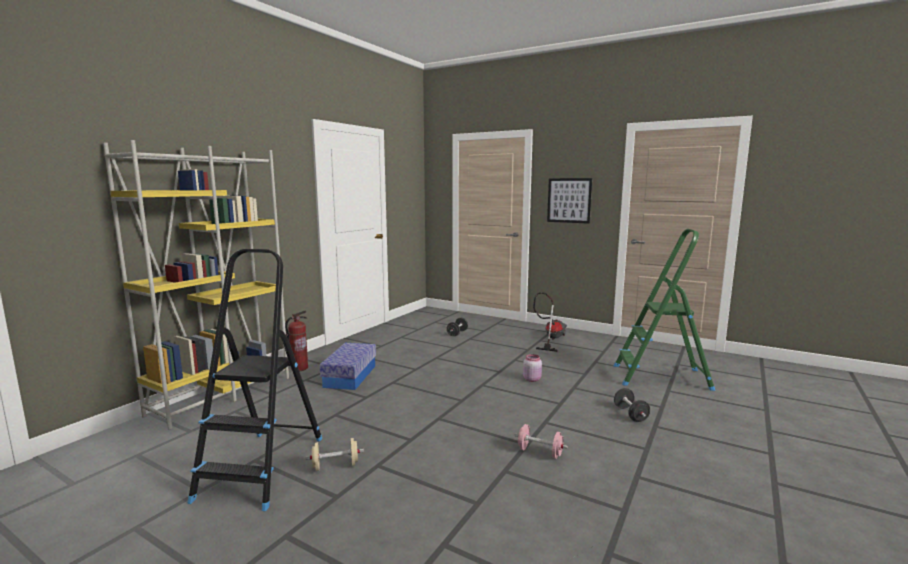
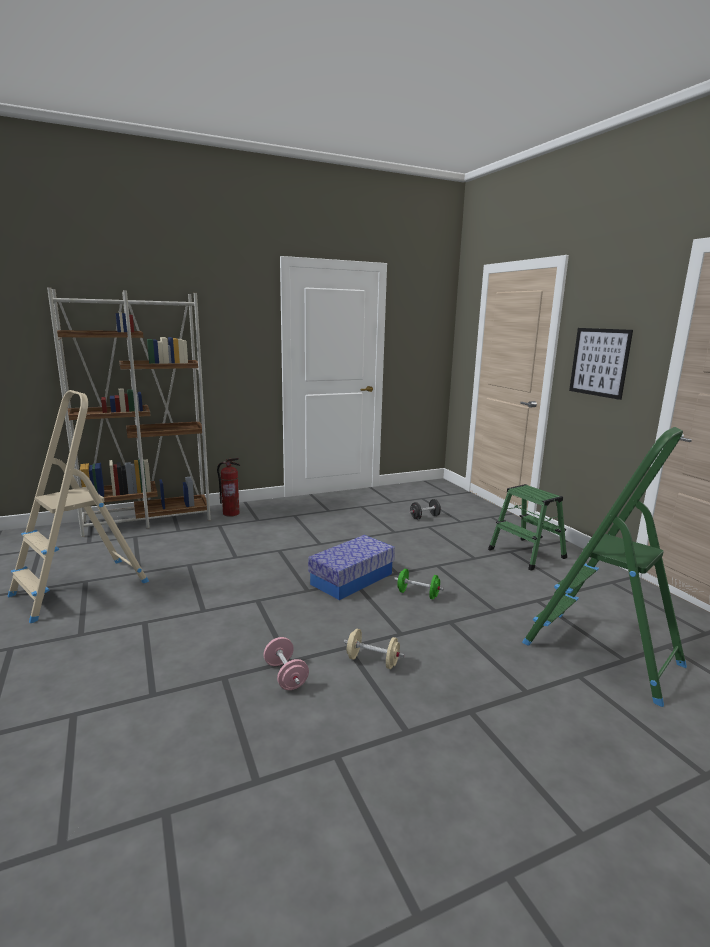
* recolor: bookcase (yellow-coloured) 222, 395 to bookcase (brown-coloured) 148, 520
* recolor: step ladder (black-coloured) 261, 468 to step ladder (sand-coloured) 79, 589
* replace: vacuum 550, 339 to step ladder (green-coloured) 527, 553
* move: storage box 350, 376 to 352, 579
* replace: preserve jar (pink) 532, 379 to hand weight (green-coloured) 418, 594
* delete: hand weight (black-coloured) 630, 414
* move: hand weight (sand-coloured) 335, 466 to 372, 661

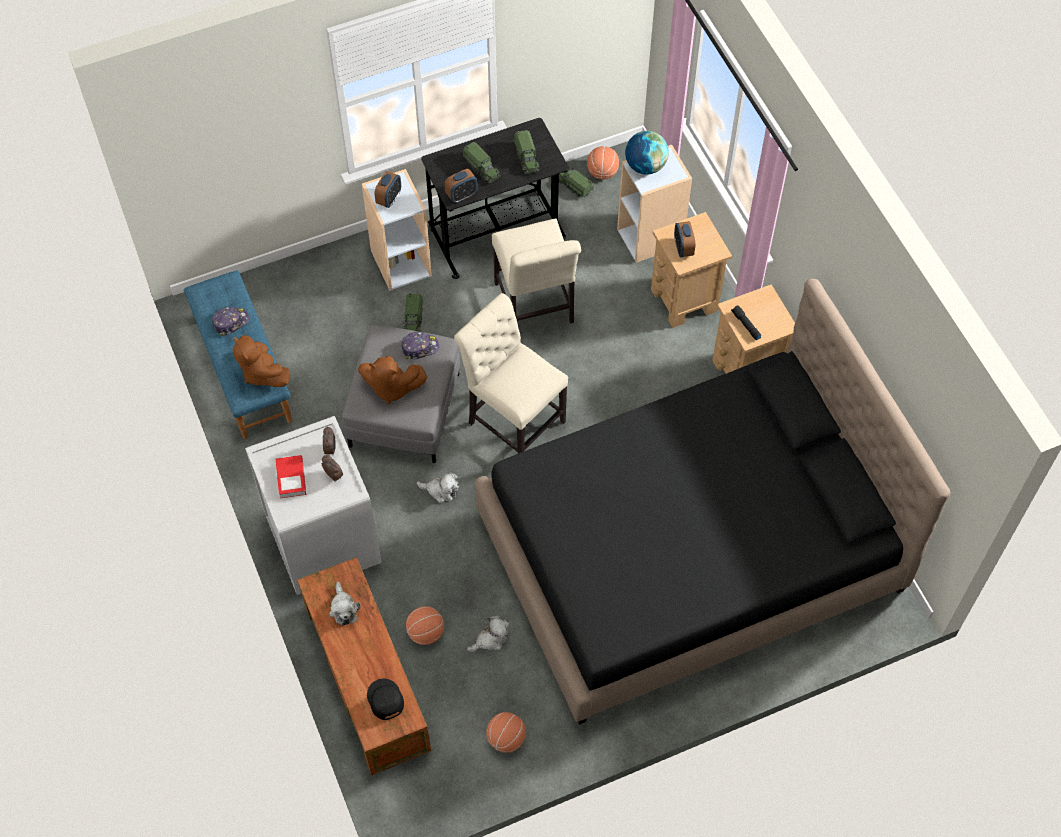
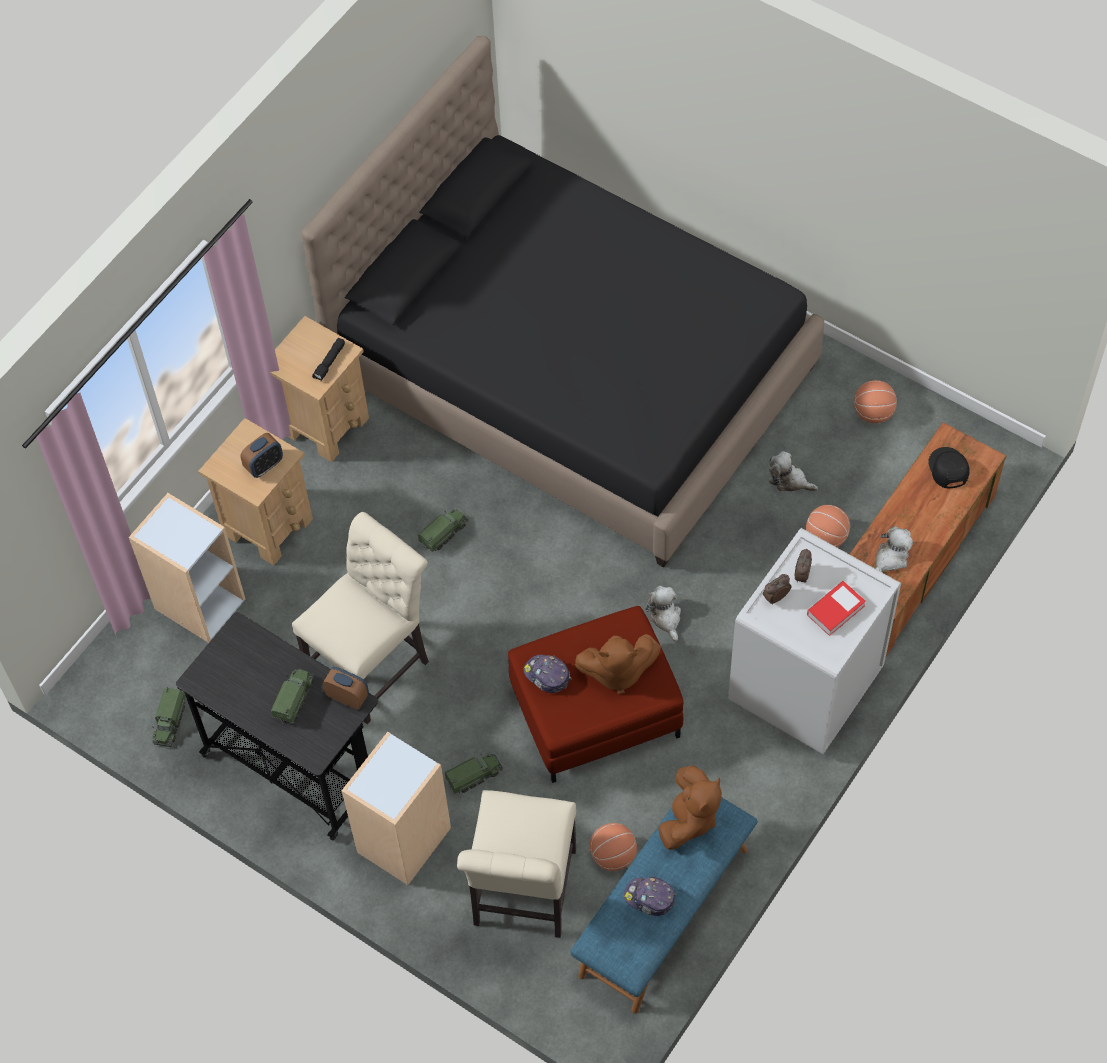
* move: model truck 526, 158 to 444, 533
* delete: globe 645, 166
* move: basketball ball 602, 172 to 612, 855
* delete: table clock 389, 199
* move: upright chair (sand-coloured) 512, 418 to 522, 895
* recolor: footrest (gray) 404, 409 to footrest (red) 595, 713
* rotate: cuddly toy (brown-coloured) 391, 388 = 616, 672 105 degrees clockwise
* rotate: cap (black-coloured) 384, 700 = 947, 468 135 degrees clockwise

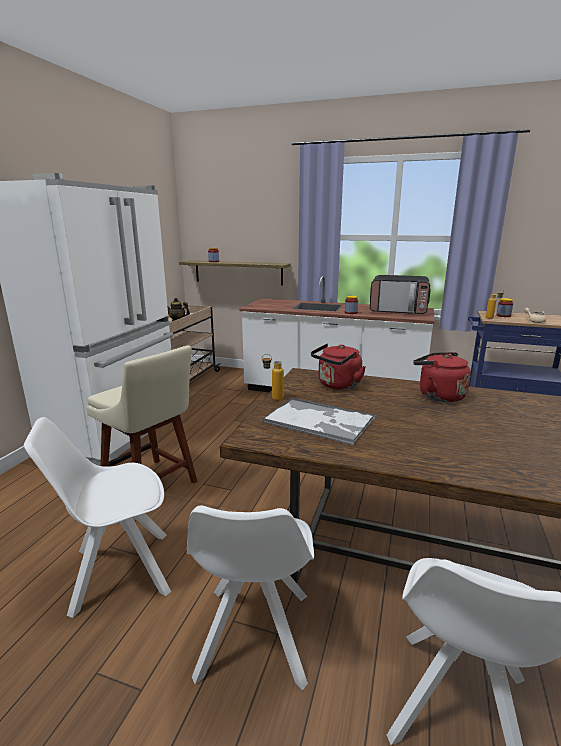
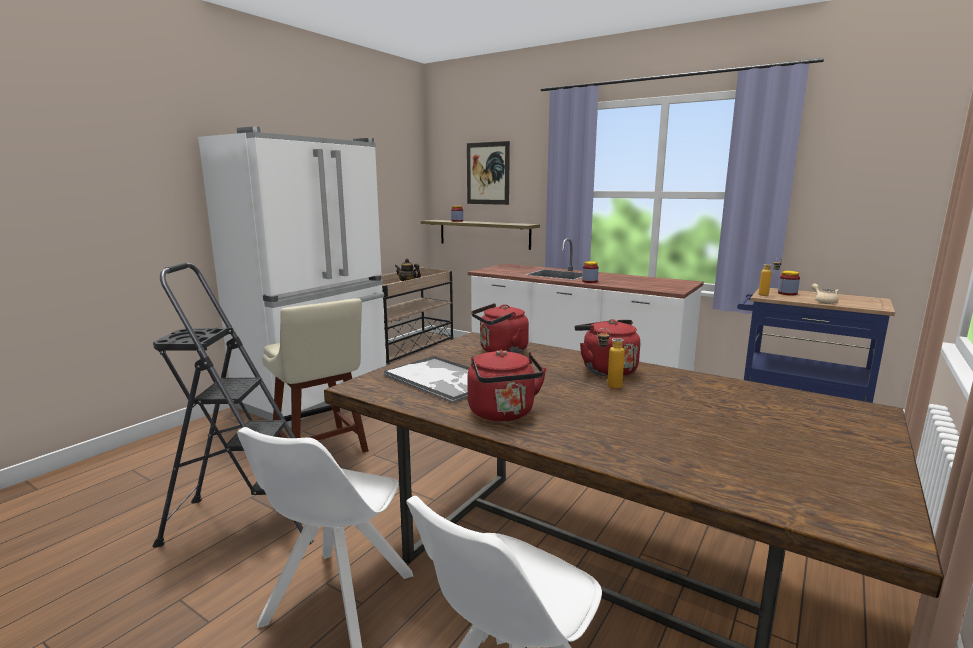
* delete: microwave 398, 310
* move: bottle 272, 398 to 608, 386
* replace: upright chair (whitish) 118, 571 to step ladder 246, 520
* insert: wall picture 487, 173
* insert: kettle (red) 503, 414

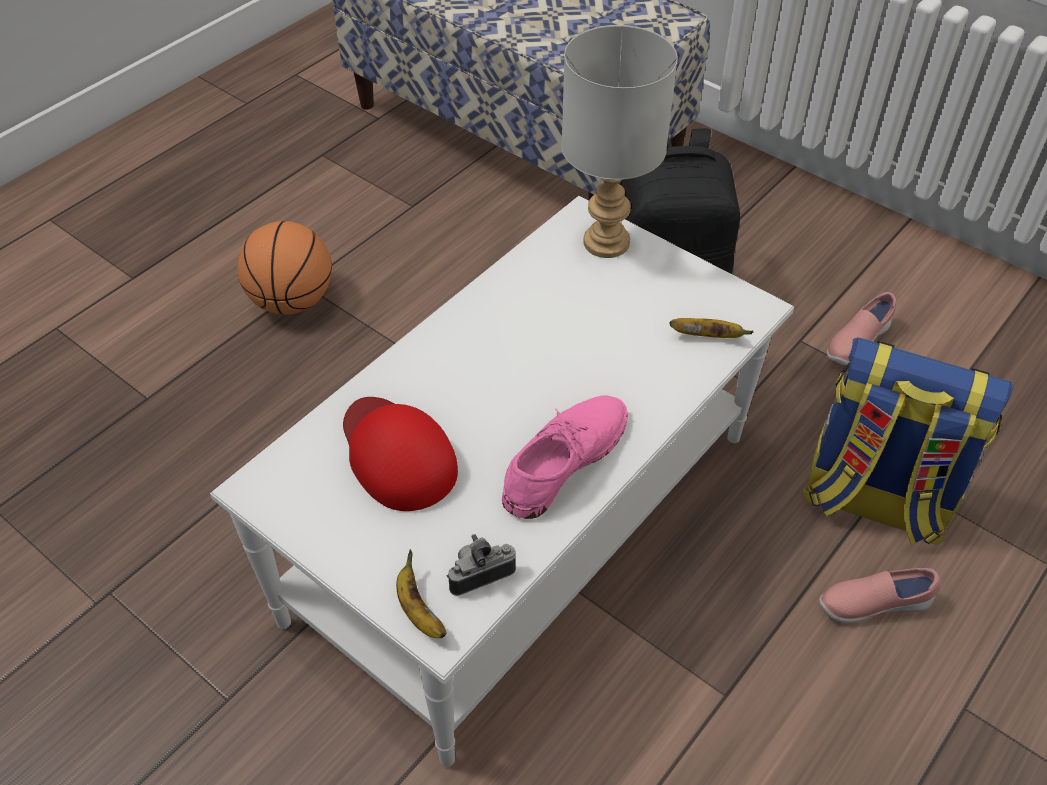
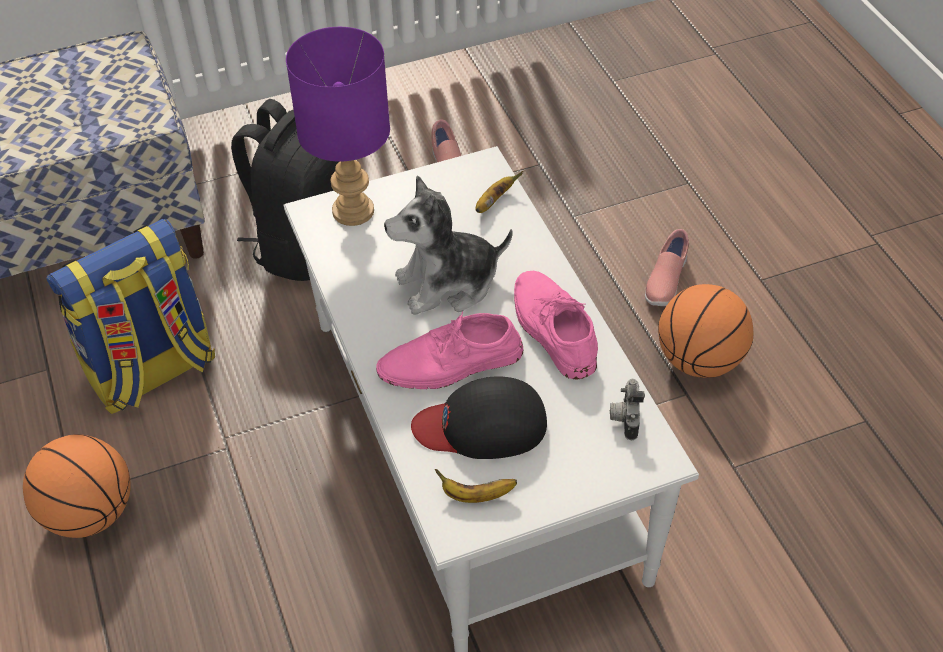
* recolor: table lamp (gray) 604, 241 to table lamp (purple-coloured) 351, 212
* move: rucksack 873, 500 to 151, 371
* recolor: cap (red) 397, 454 to cap (black-coloured) 482, 425
* move: whole banana 418, 611 to 476, 495
* insert: cuddly toy 448, 284
* insert: basketball ball 699, 360
* insert: shoe (pink) 451, 364

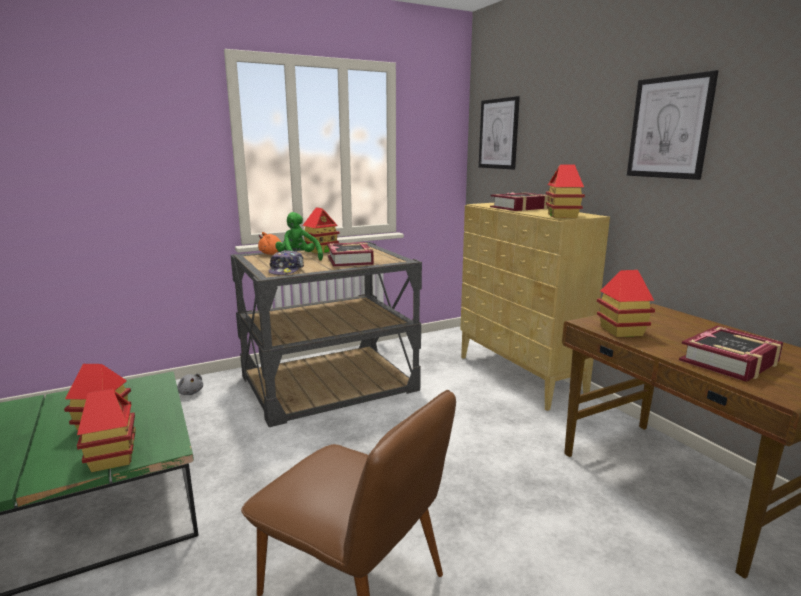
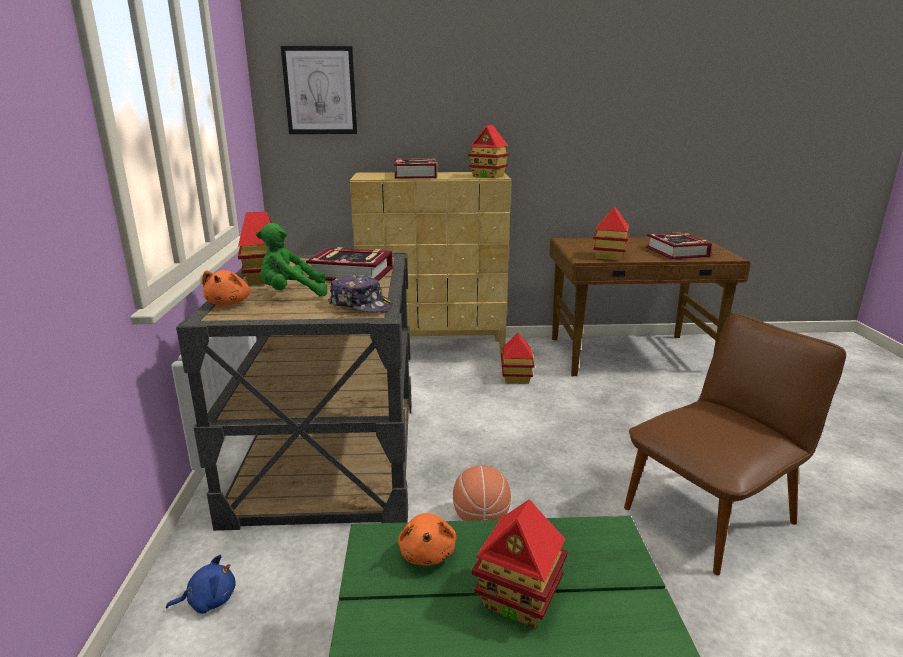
* delete: wall picture 669, 127
* recolor: cuddly toy (gray) 190, 392 to cuddly toy (blue-coloured) 209, 600
* move: miniature house 112, 458 to 516, 378
* insert: basketball ball 481, 519
* insert: cuddly toy (orange) 427, 552

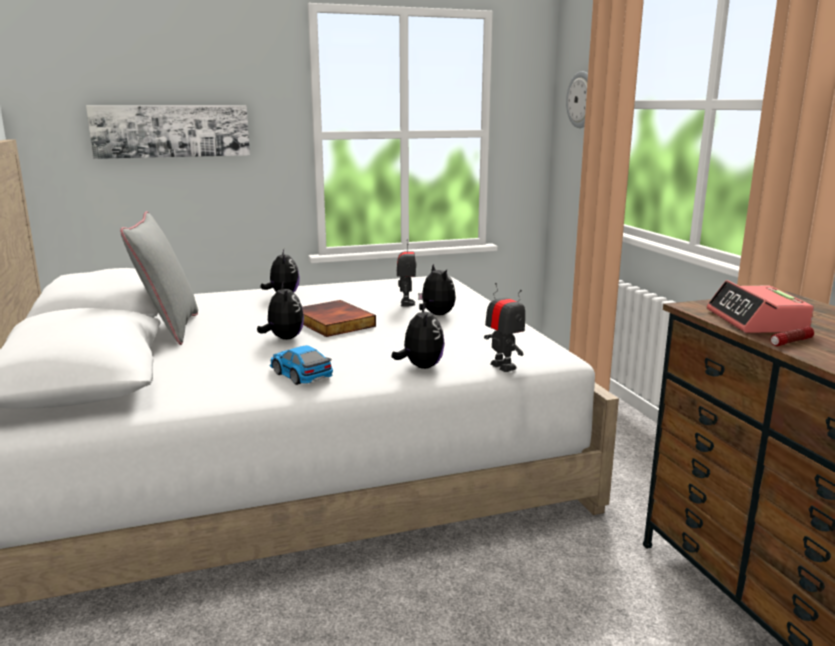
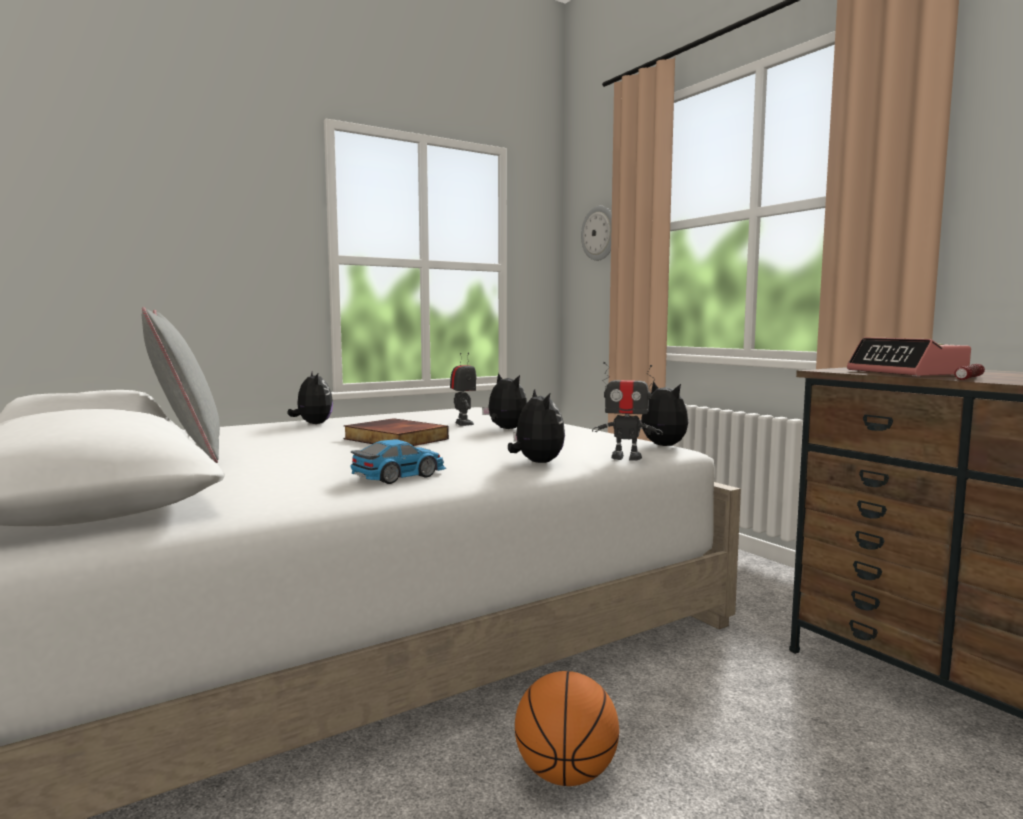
* delete: wall picture 171, 131
* move: cuddly toy 283, 338 to 661, 446
* rotate: model robot 503, 366 = 626, 457 150 degrees clockwise
* rotate: model car 300, 374 = 399, 476 105 degrees clockwise
* insert: basketball ball 566, 774

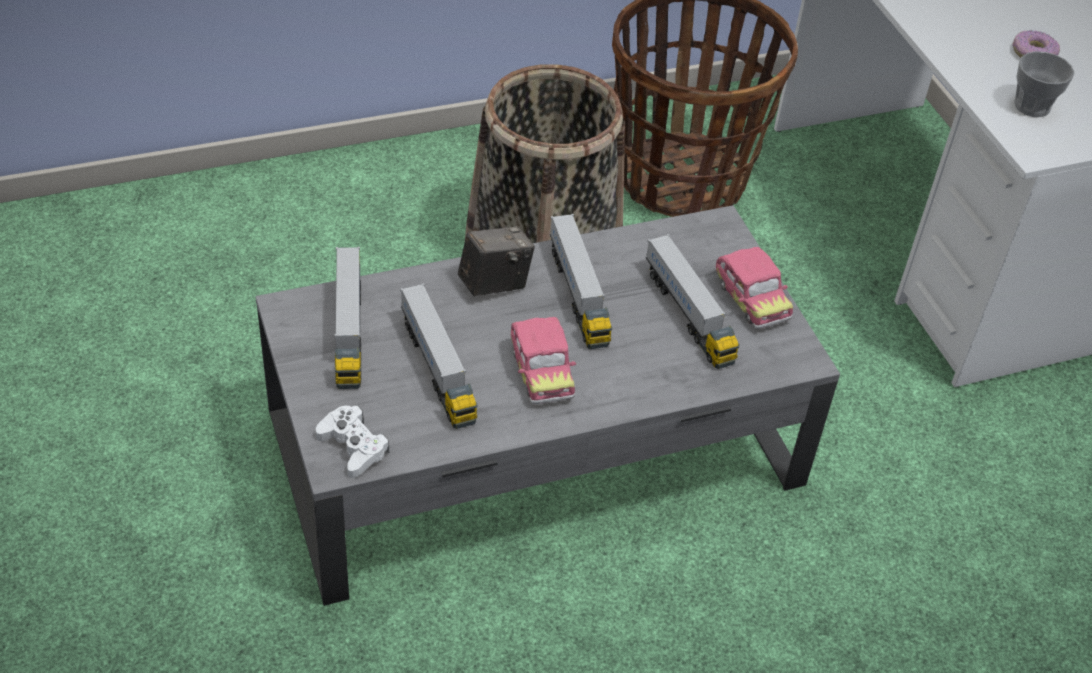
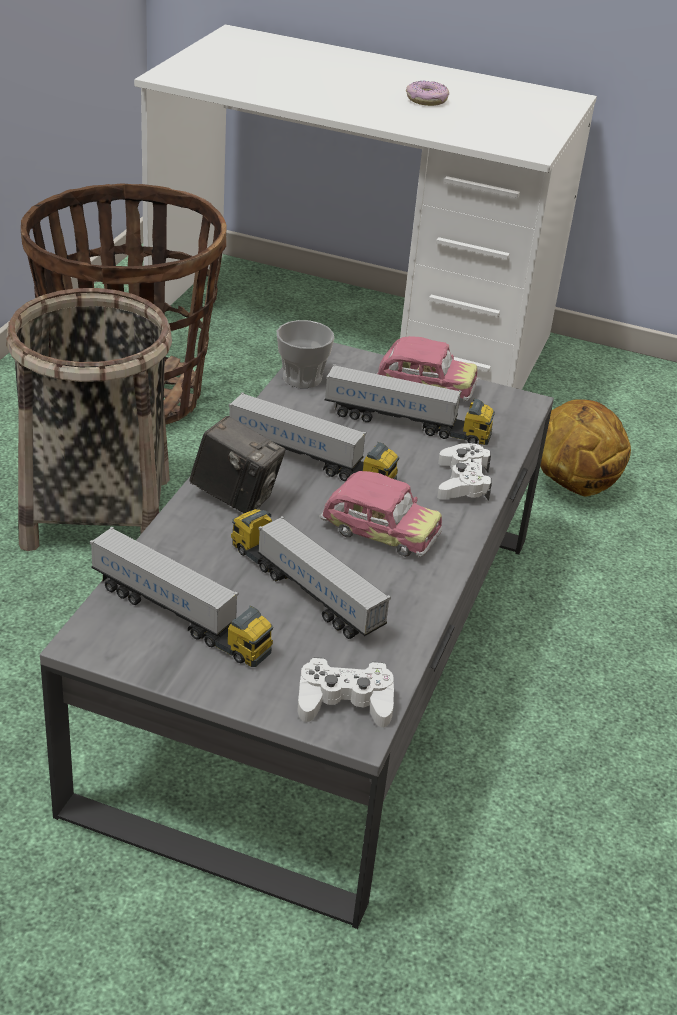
* move: drinking cup 1032, 106 to 302, 378
* rotate: photo camera 494, 283 = 236, 497 105 degrees clockwise
* rotate: model truck 437, 369 = 304, 590 150 degrees counterclockwise
* insert: basketball ball 571, 484
* insert: game controller (whitish) 463, 482

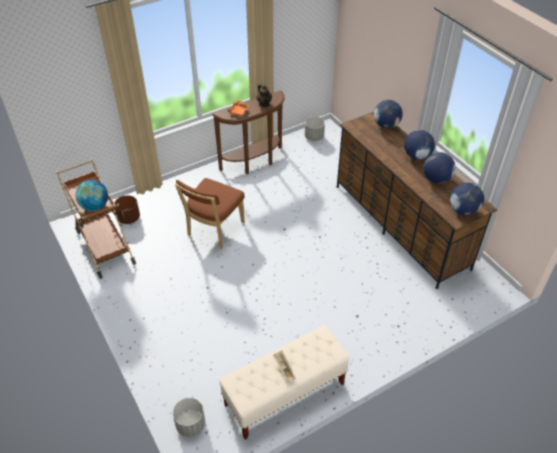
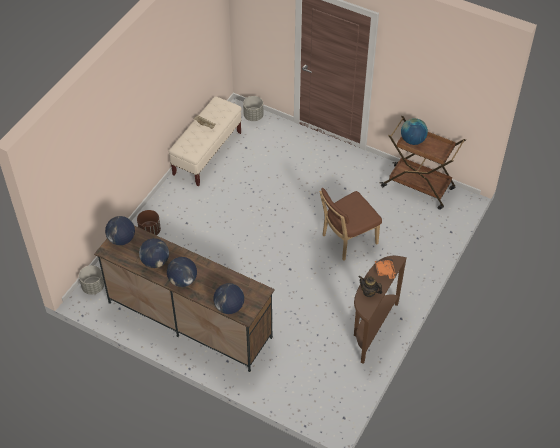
* move: plant pot (gray) 314, 137 to 93, 287
* rotate: upright chair (brown-coloured) 214, 230 = 347, 240 120 degrees counterclockwise
* move: plant pot (brown-coloured) 129, 218 to 150, 231

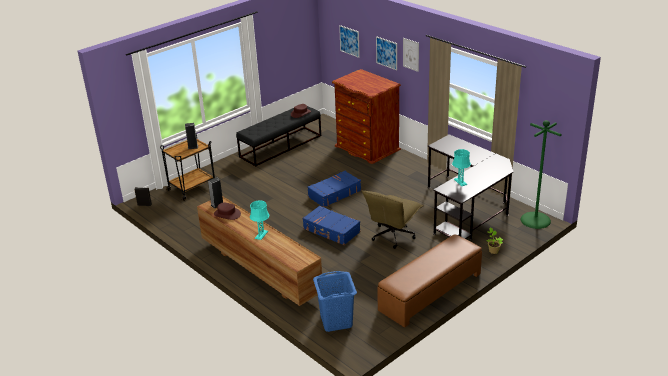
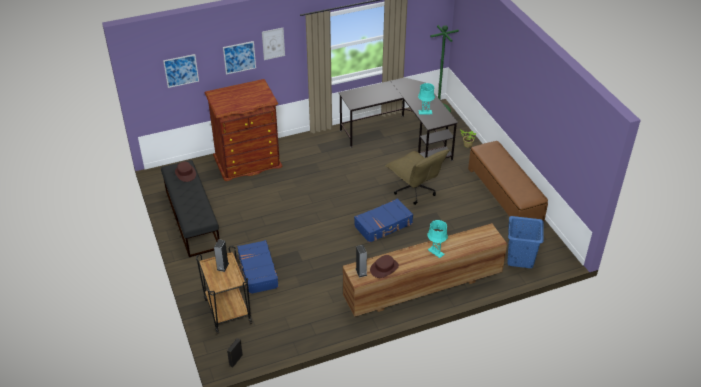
* move: suitcase (blue-coloured) 334, 194 to 257, 272

